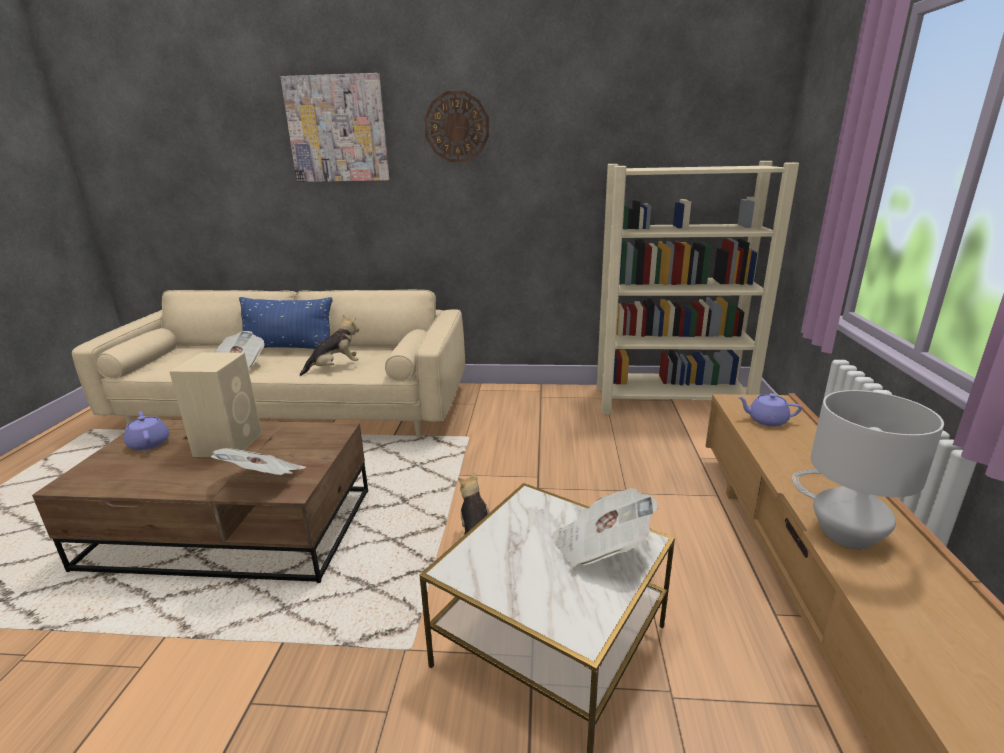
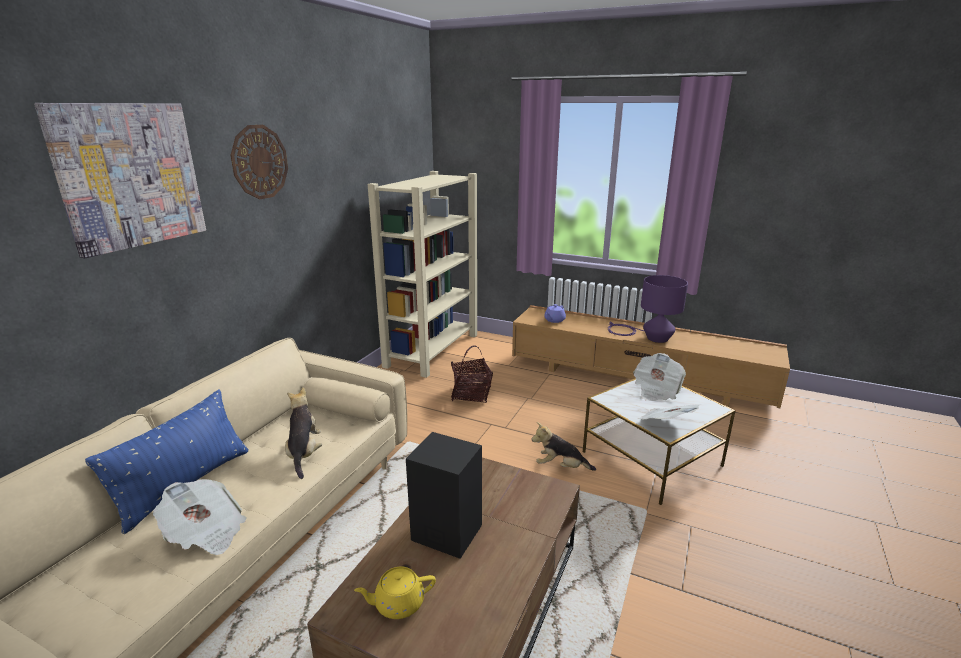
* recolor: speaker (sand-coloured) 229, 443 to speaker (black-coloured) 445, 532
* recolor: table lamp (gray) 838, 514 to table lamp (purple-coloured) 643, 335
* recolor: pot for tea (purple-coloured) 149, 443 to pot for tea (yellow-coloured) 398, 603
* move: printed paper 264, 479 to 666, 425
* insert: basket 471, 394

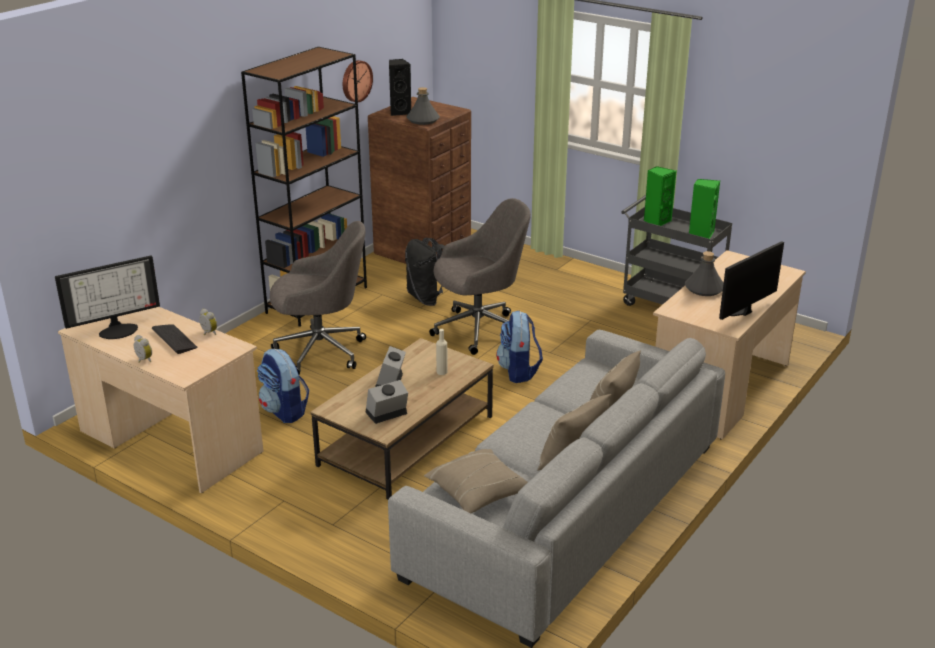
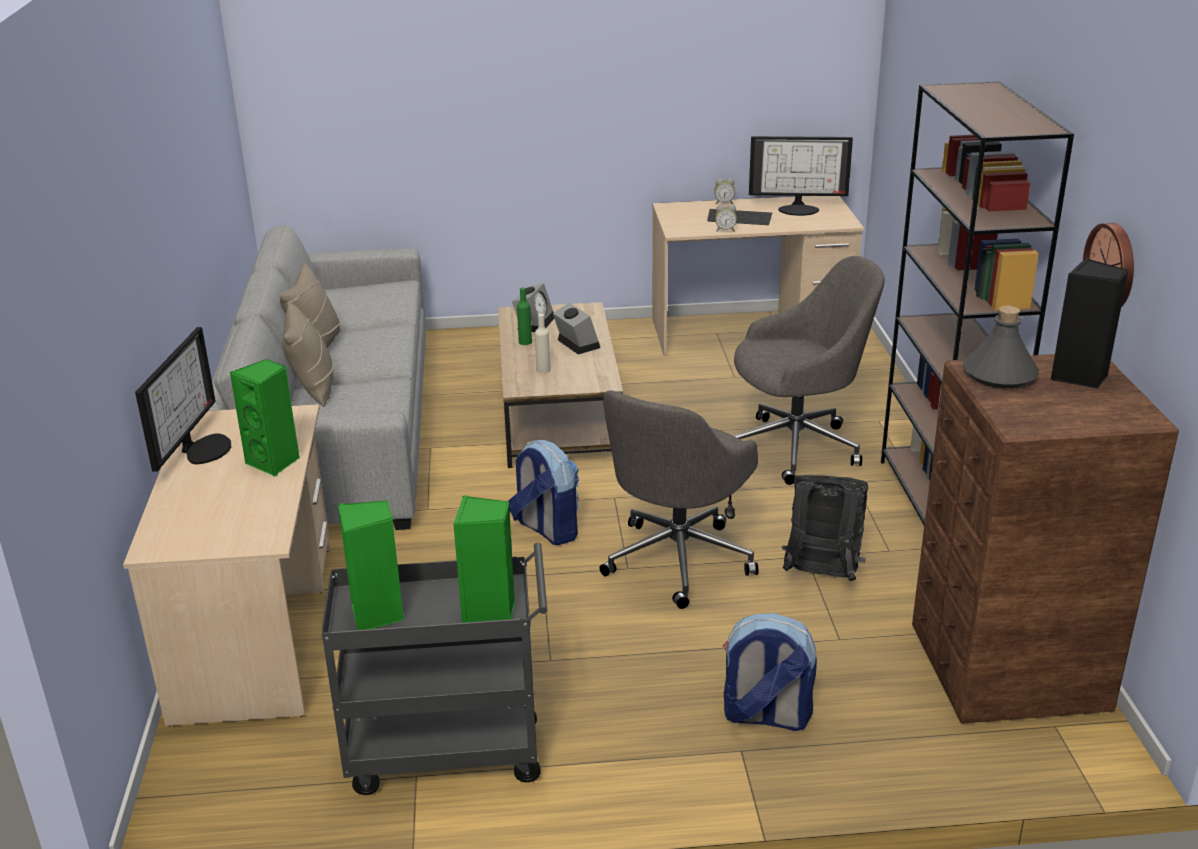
* rotate: office chair (gray) 321, 352 = 796, 448 150 degrees counterclockwise
* replace: bottle (gray) 704, 288 to speaker (green-coloured) 275, 462
* rotate: computer display 118, 329 = 799, 209 105 degrees counterclockwise
* move: rucksack 284, 411 to 765, 716
* delete: throw pillow (sand-coloured) 478, 493
* insert: bottle (green-coloured) 525, 342

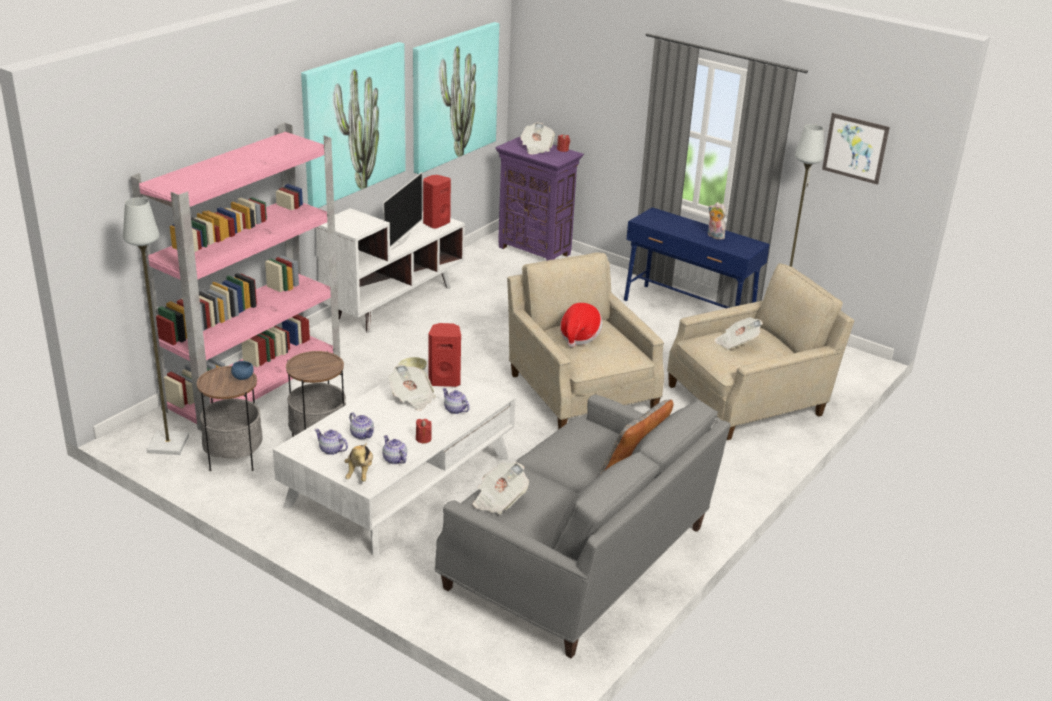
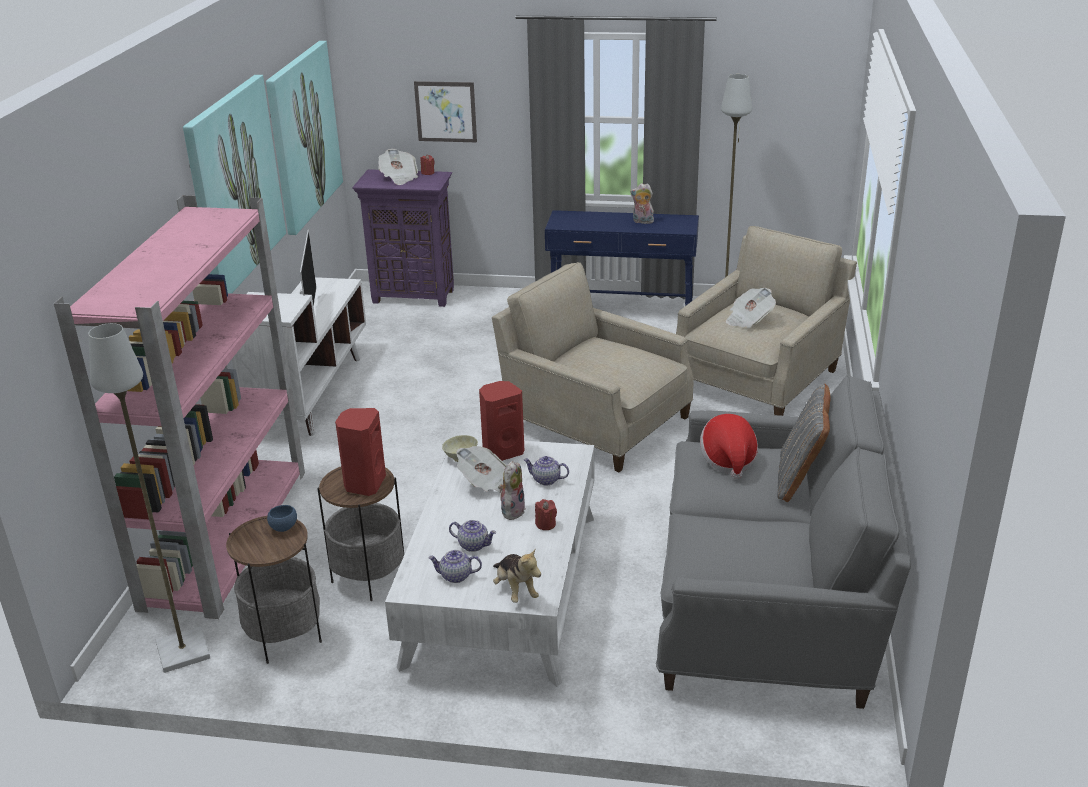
* move: wall picture 855, 148 to 445, 111
* move: speaker (red) 435, 223 to 364, 484
* move: hat 579, 336 to 728, 460
* delete: pot for tea 394, 459
* delete: printed paper 499, 500
* insert: cuddly toy 512, 510

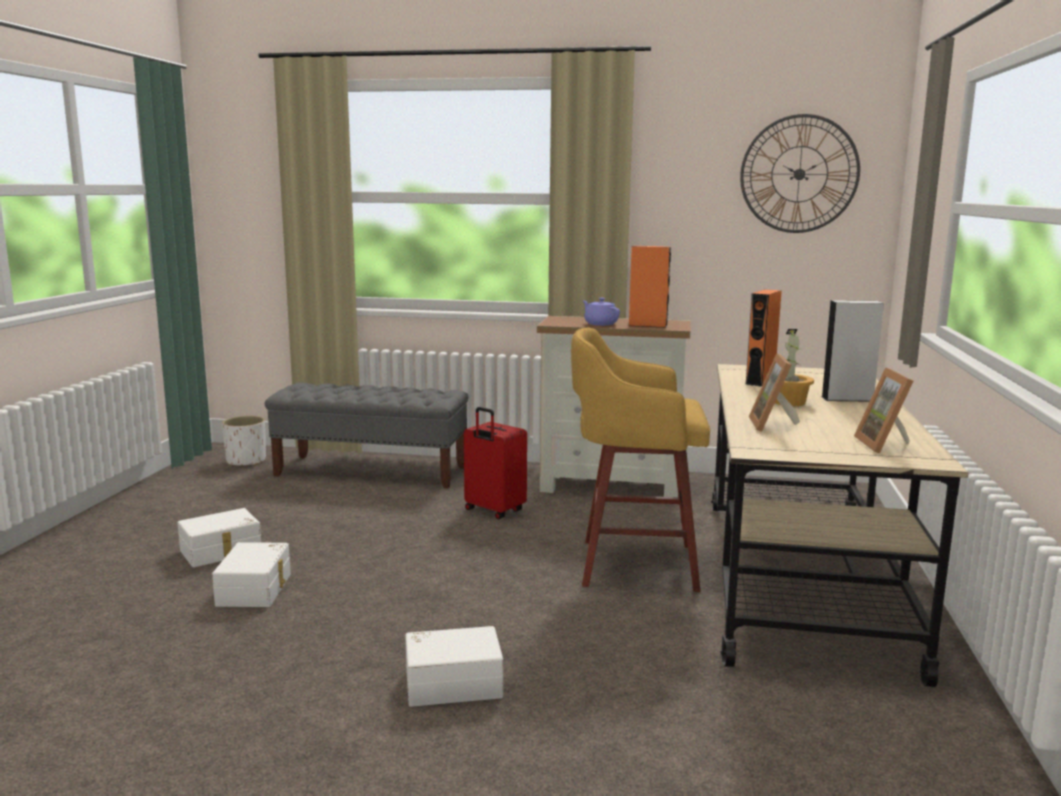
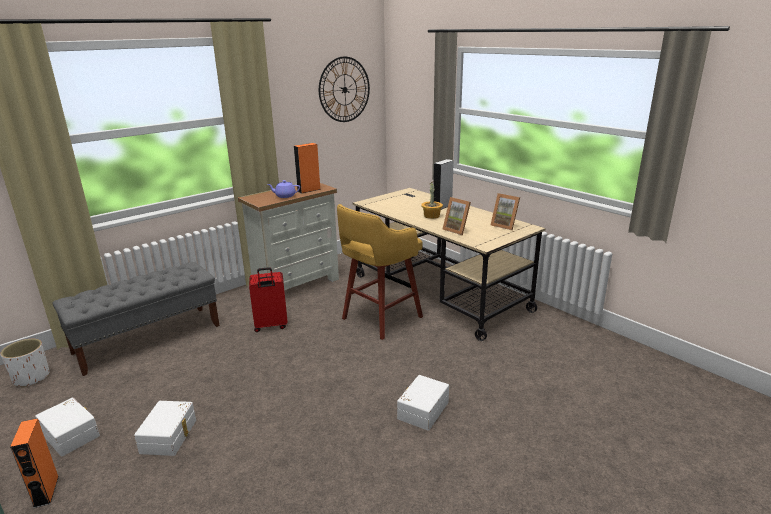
* move: speaker (orange) 760, 381 to 46, 491
* move: storage box (whitish) 256, 589 to 72, 434

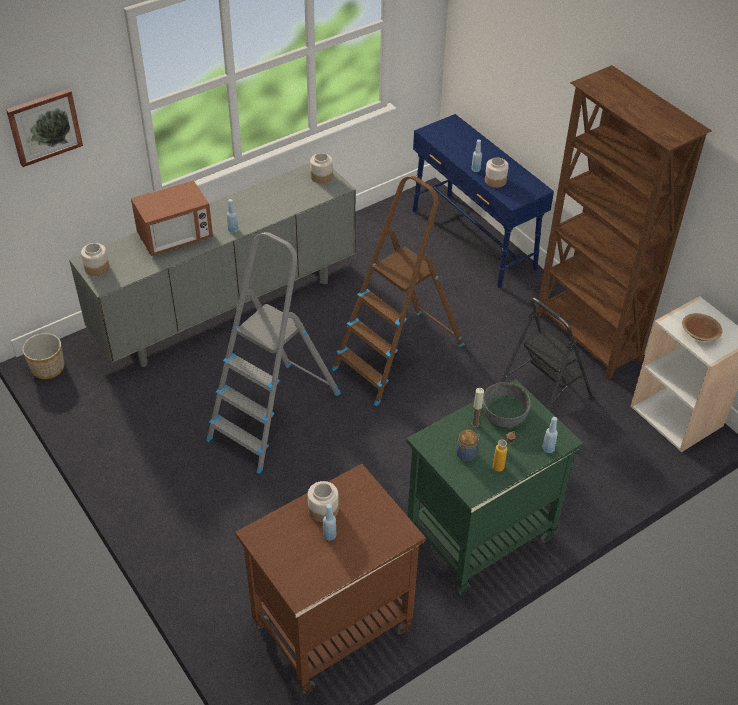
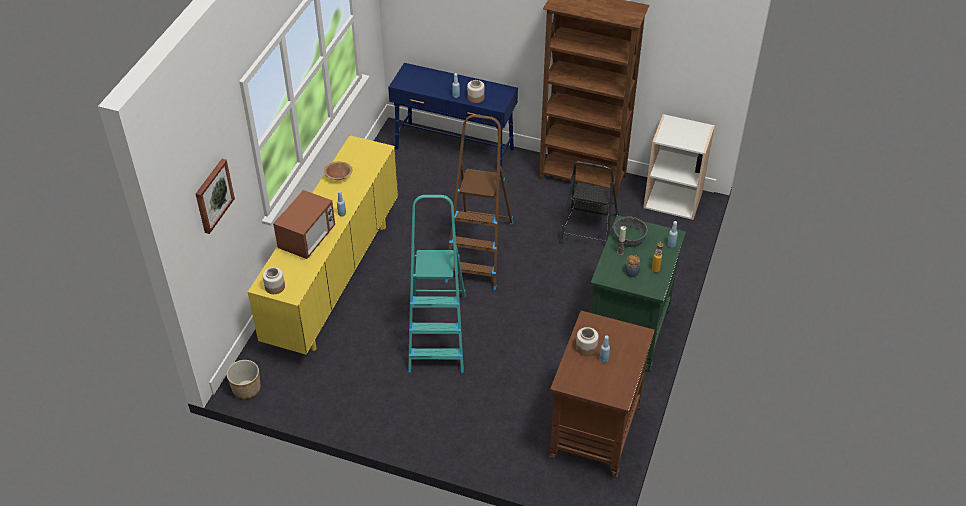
* delete: preserve jar 321, 176
* recolor: cabinet (gray) 226, 309 to cabinet (yellow-coloured) 333, 280
* recolor: step ladder (gray) 274, 417 to step ladder (turquoise) 437, 332
* move: bowl (brown-coloured) 699, 334 to 338, 176

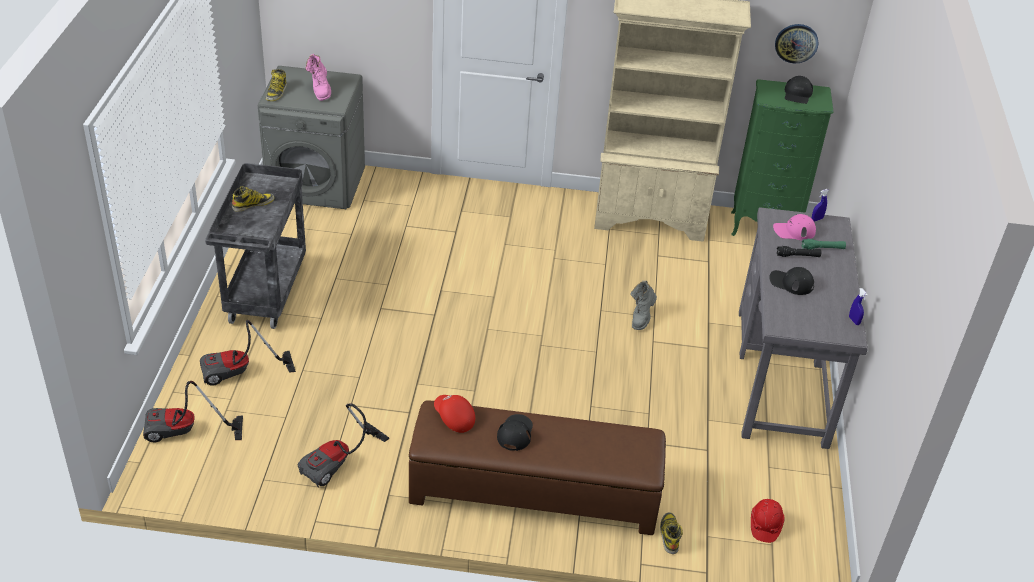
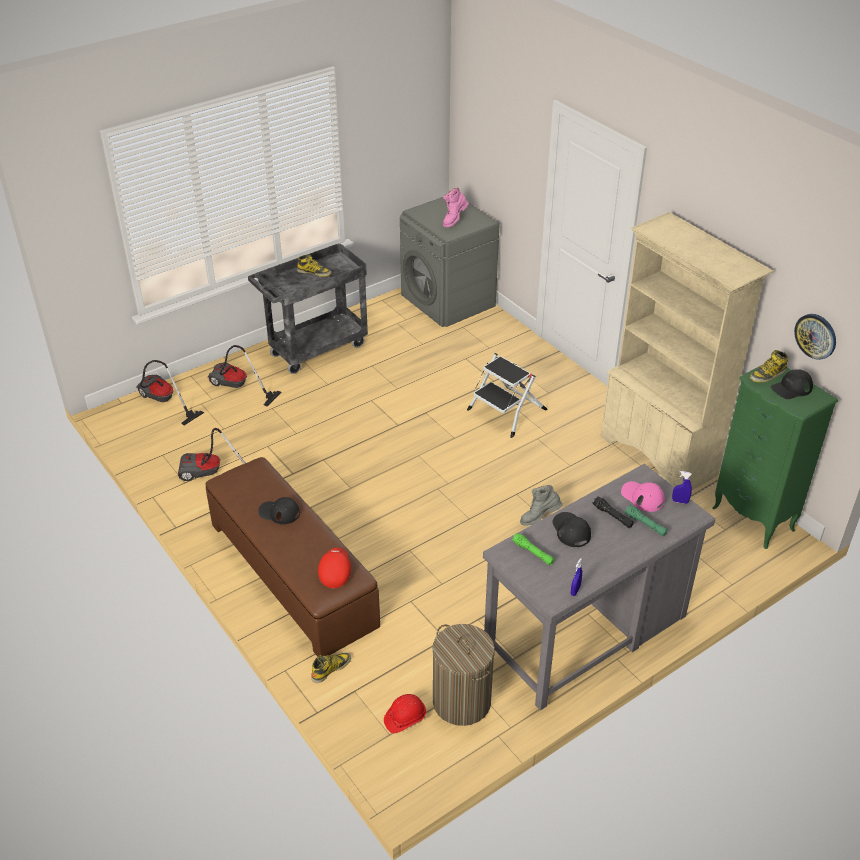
* move: boot 276, 92 to 768, 375
* move: cap (red) 453, 418 to 334, 572
* rotate: cap (black-coloured) 515, 433 = 279, 512 135 degrees counterclockwise
* insert: step ladder 507, 411
* insert: flashlight (green-coloured) 533, 553
* insert: hamper 461, 701

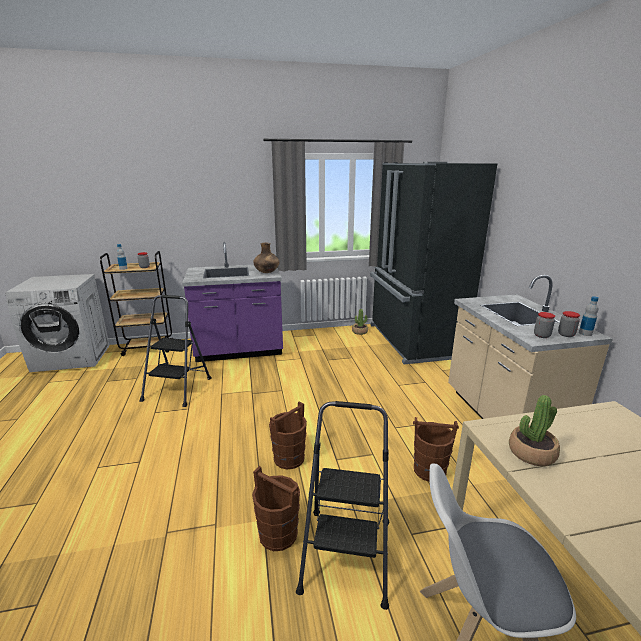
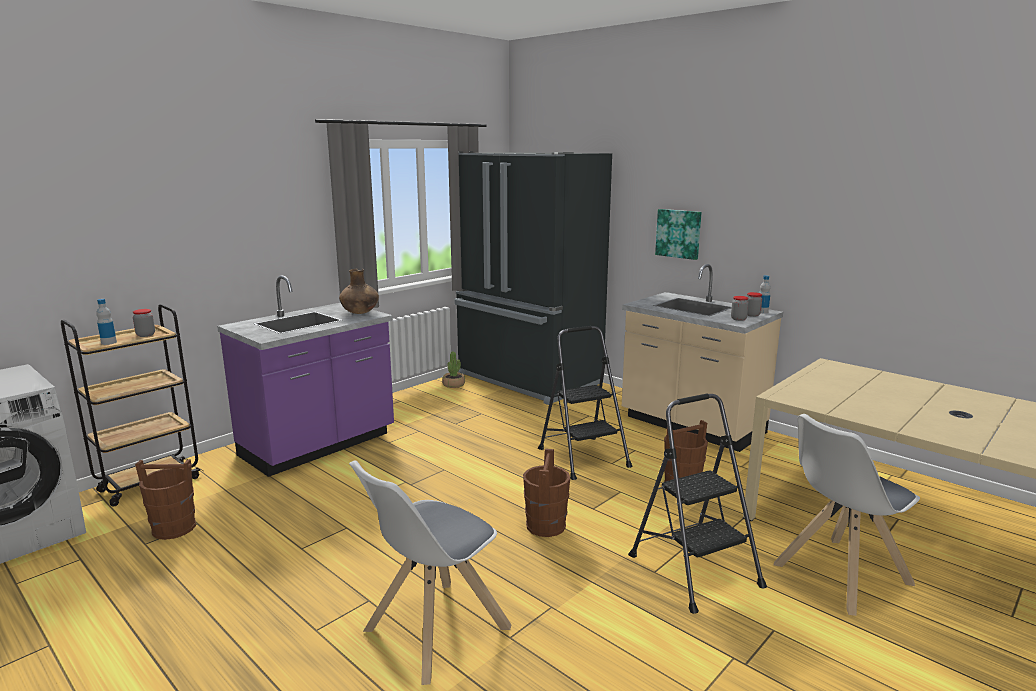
* move: step ladder (black-coloured) 178, 387 to 582, 455
* delete: plant in a pot 531, 453
* move: pail (brown-coloured) 278, 533 to 173, 528
* insert: wall picture 679, 233
* insert: upright chair 433, 631

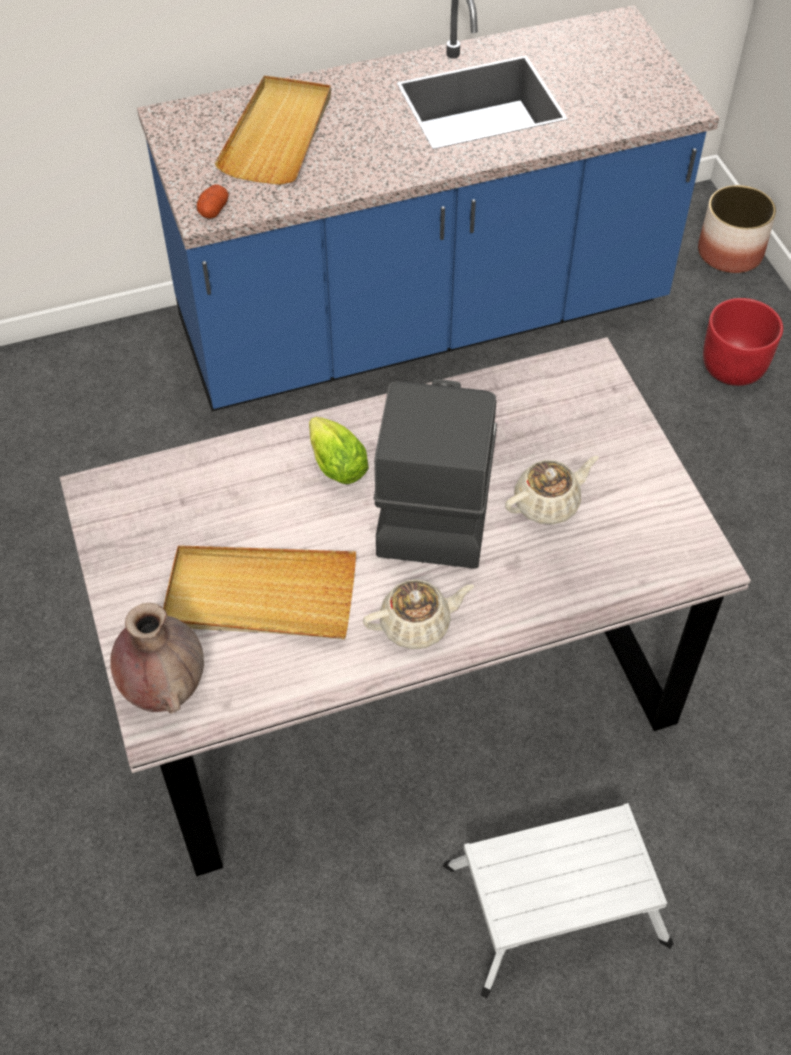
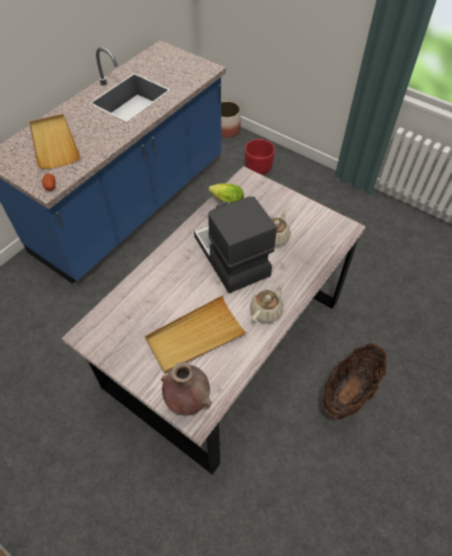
* move: head of lettuce 335, 463 to 225, 201
* replace: step ladder (whitish) 554, 904 to basket 348, 392

